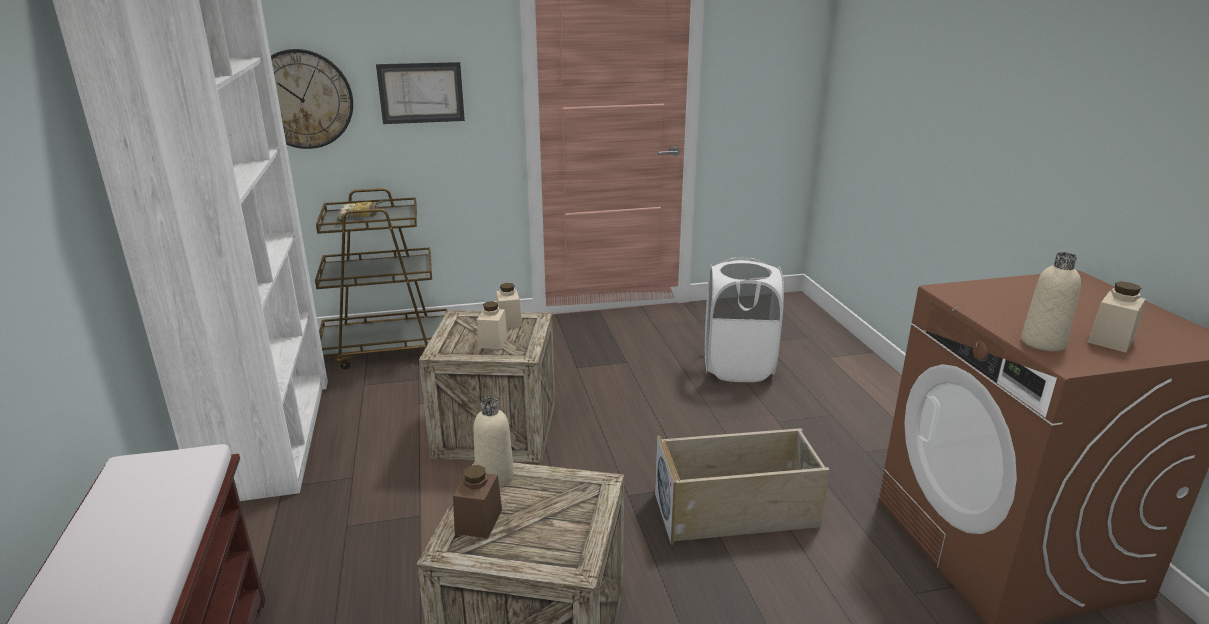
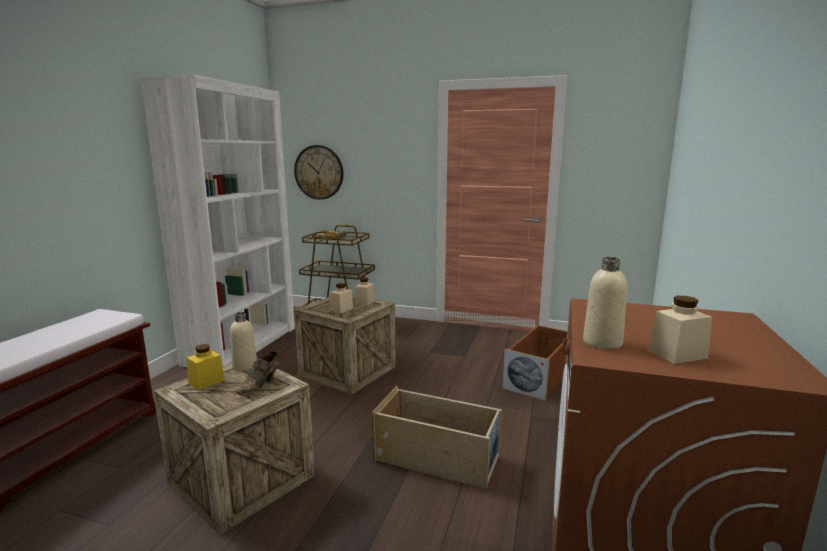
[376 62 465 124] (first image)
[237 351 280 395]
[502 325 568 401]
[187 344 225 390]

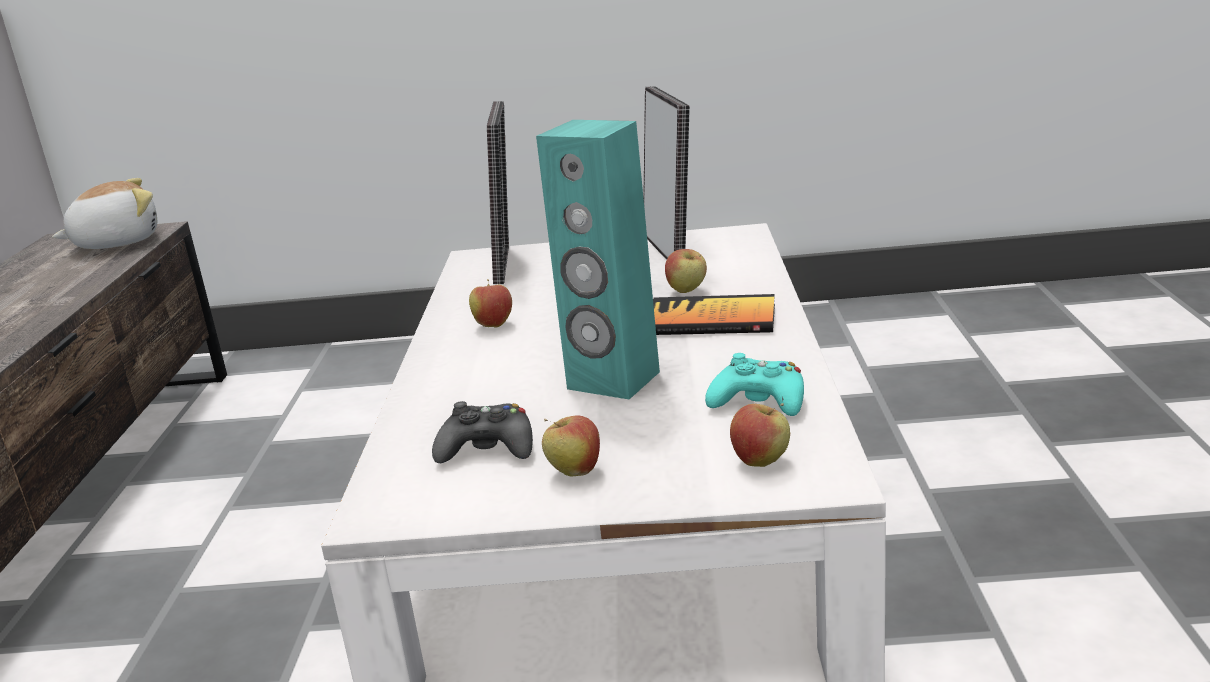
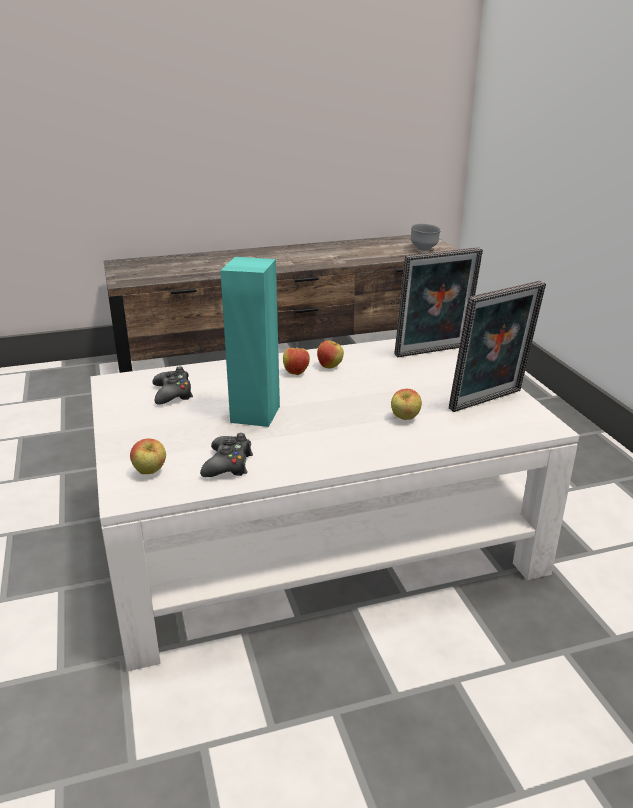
[653 294 775 335] (first image)
[283 344 310 375]
[411 224 441 251]
[200 433 253 477]

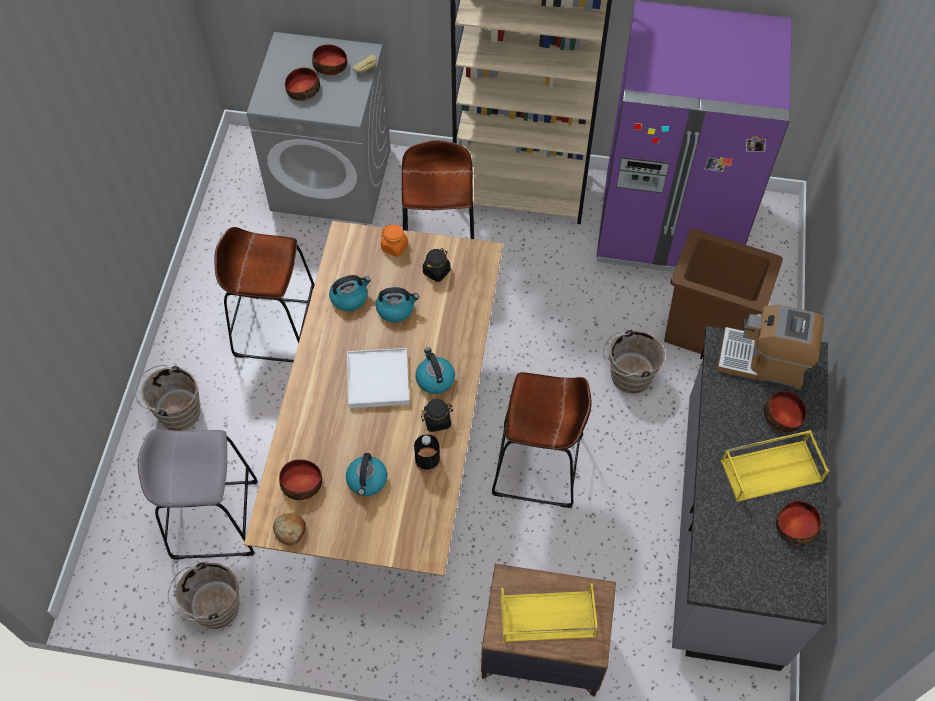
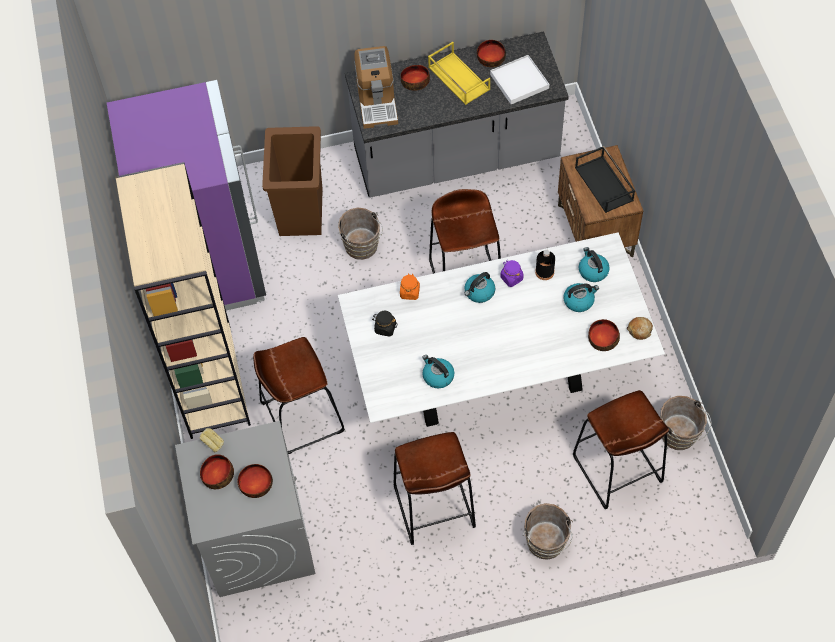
[490 55 549 104]
[579 247 610 282]
[400 273 420 300]
[573 390 669 509]
[338 232 665 427]
[500 260 524 287]
[575 146 635 213]

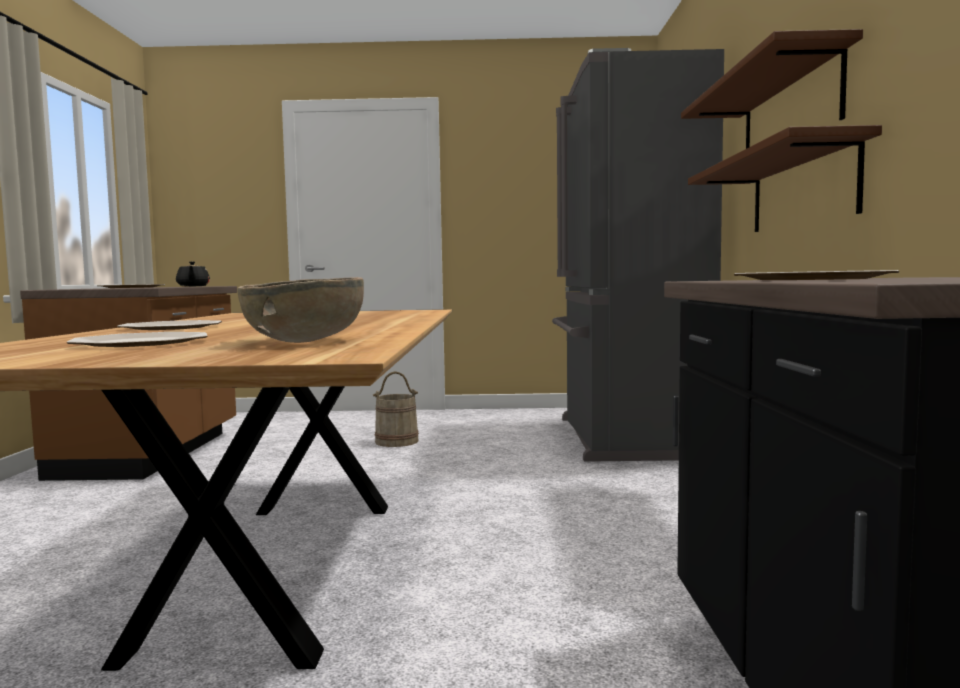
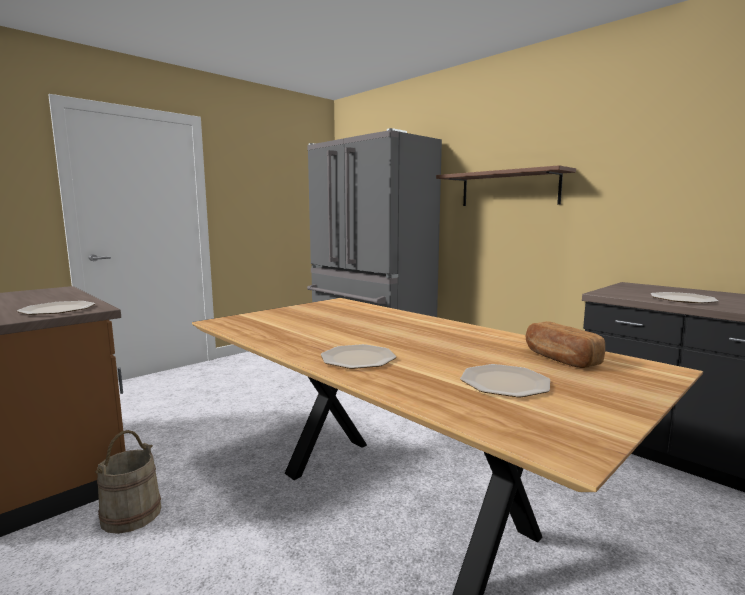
[176 261 210 286] (first image)
[688 125 882 232] (first image)
[95 430 161 534]
[526 321 605 368]

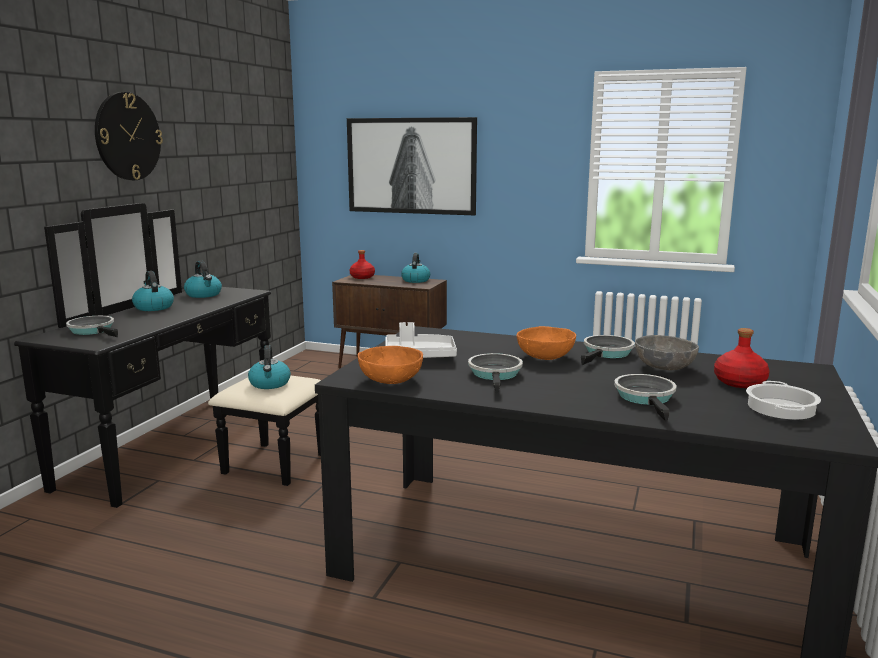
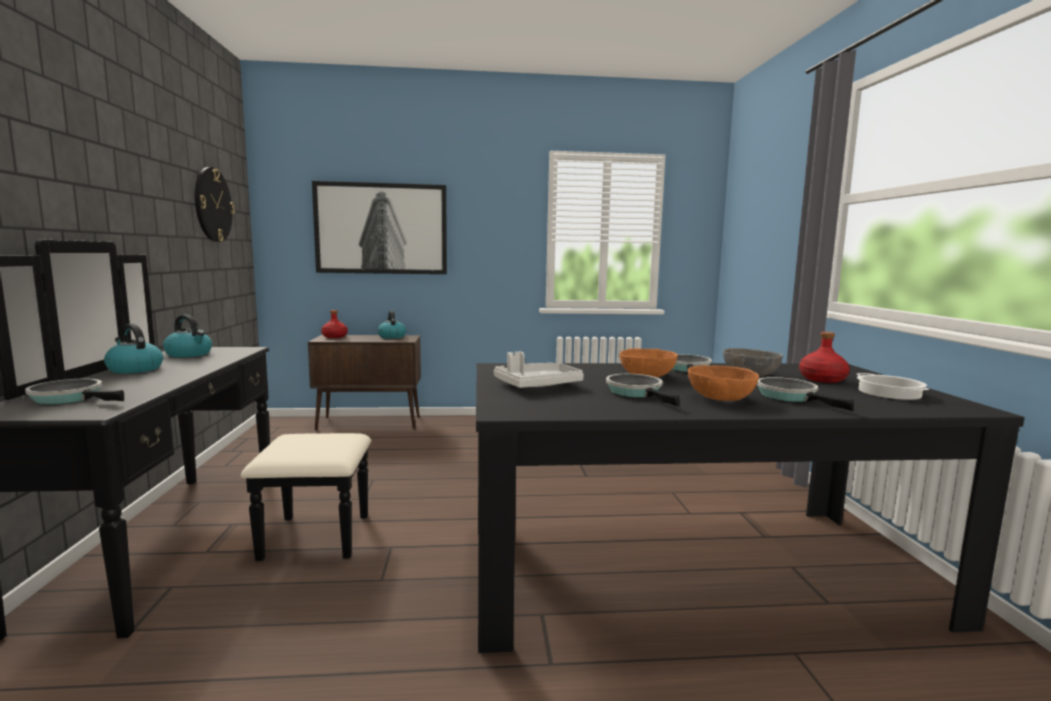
[248 345 291 389] (first image)
[195 167 235 242]
[688 365 759 401]

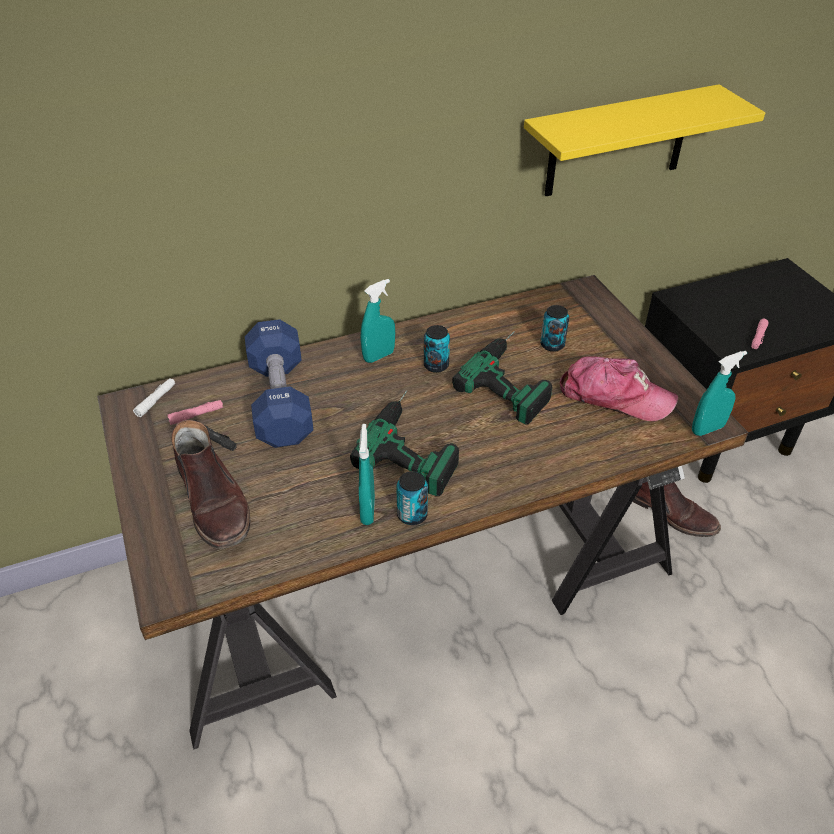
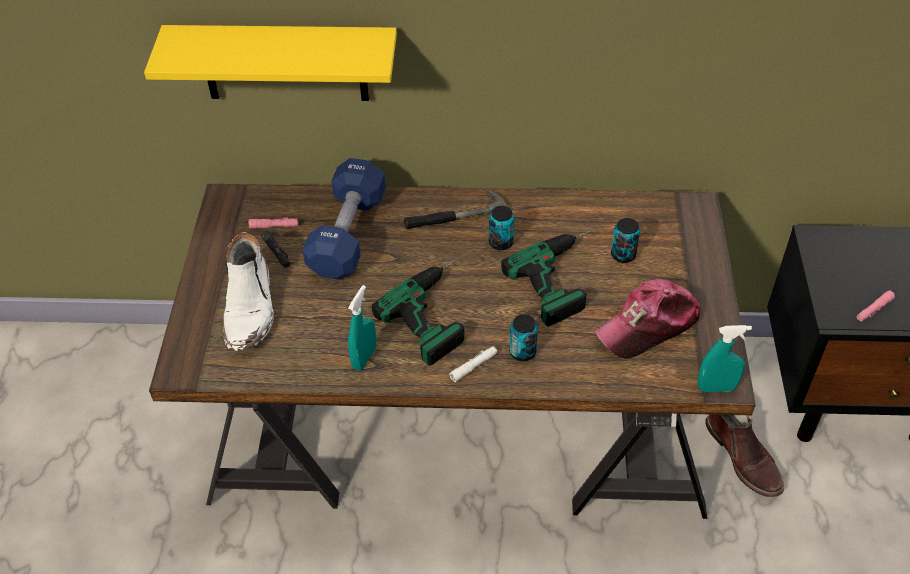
[449 346 497 382]
[509 314 538 361]
[144 25 397 101]
[404 190 507 229]
[223 232 274 351]
[595 279 701 359]

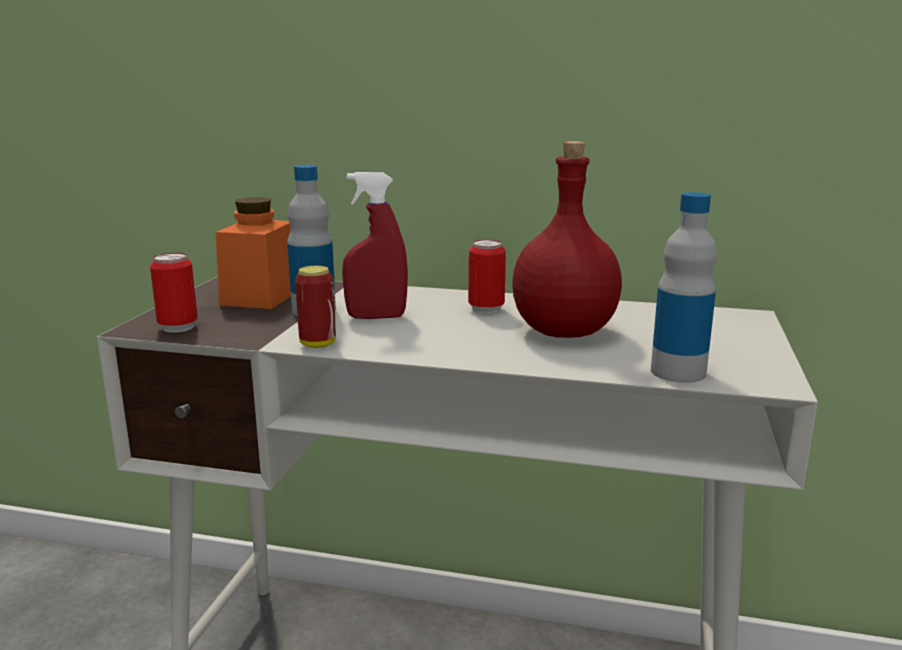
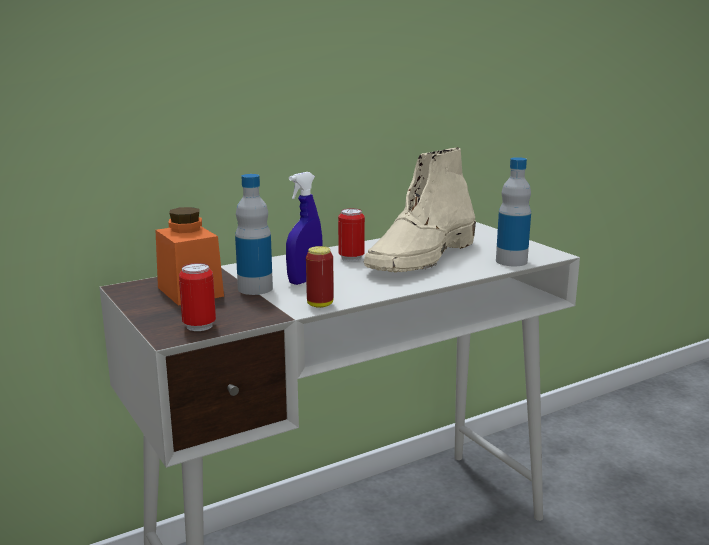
[364 148 476 273]
[286 172 323 285]

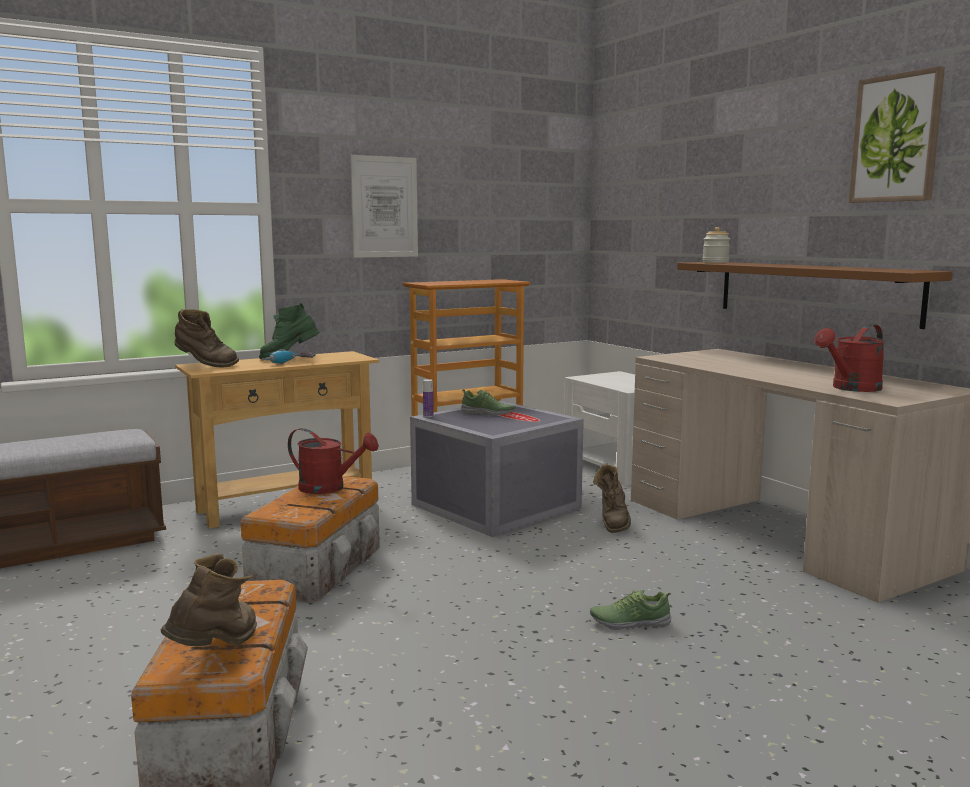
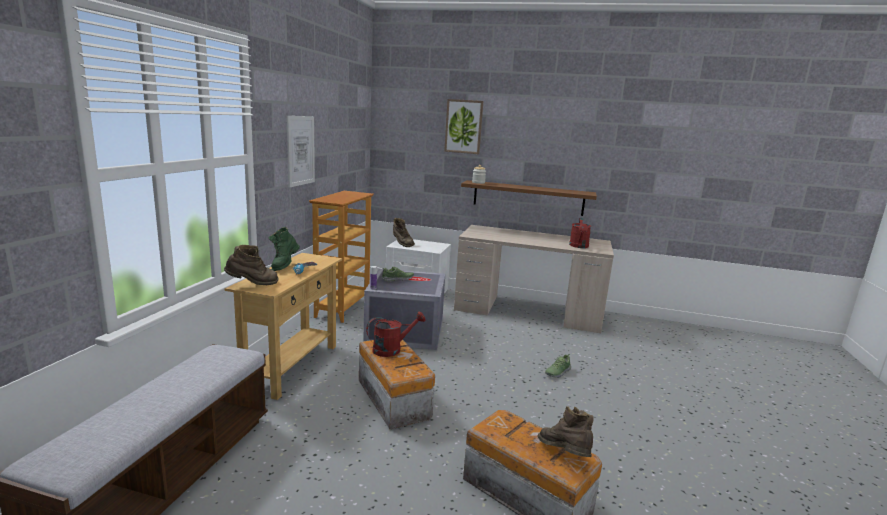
[393 218 415 247]
[444 99 483 154]

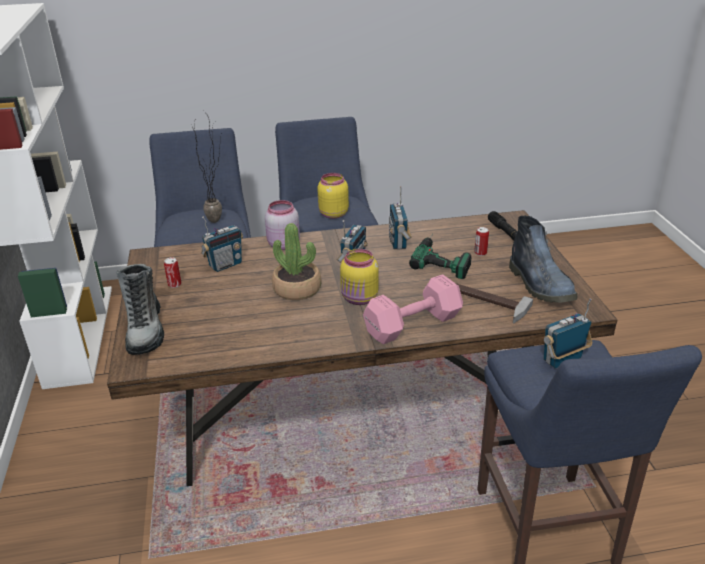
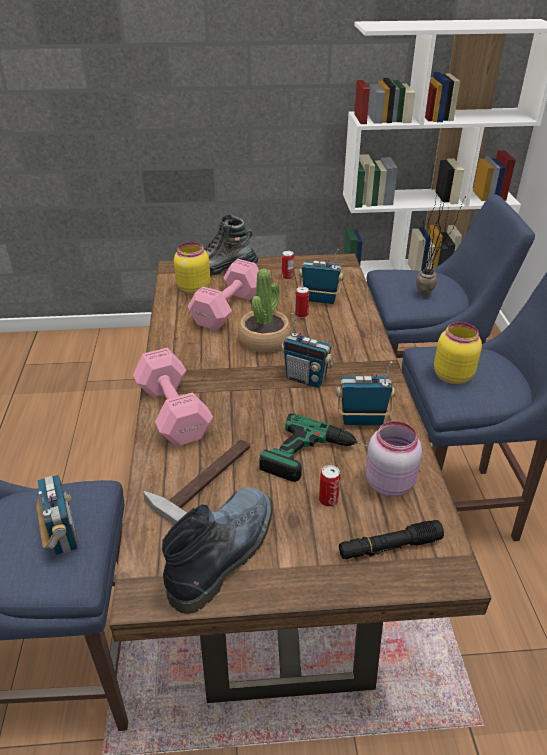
[188 259 259 331]
[295 287 309 318]
[365 421 422 497]
[174 242 210 295]
[299 249 344 304]
[162 487 273 614]

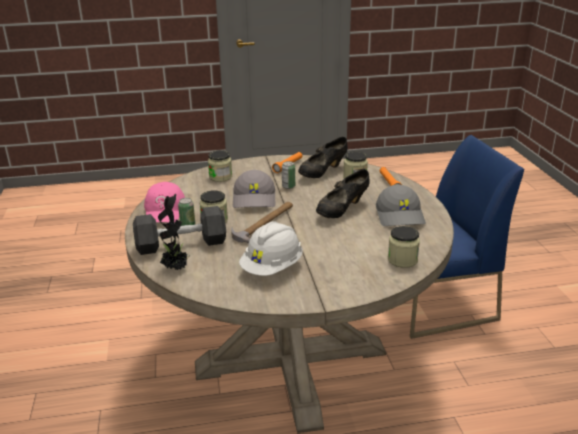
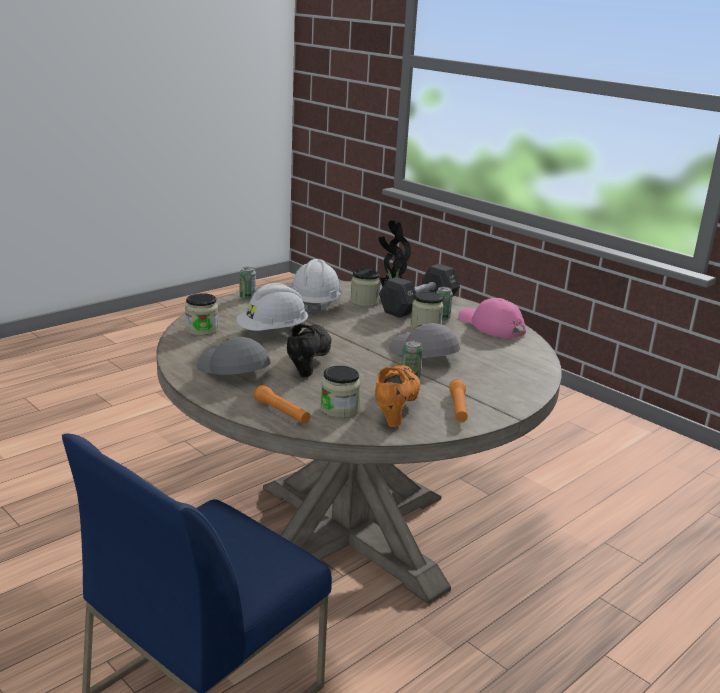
[231 202 293 244] (first image)
[236 283 308 331]
[240 267 256 300]
[350 269 380 307]
[375 365 420 427]

